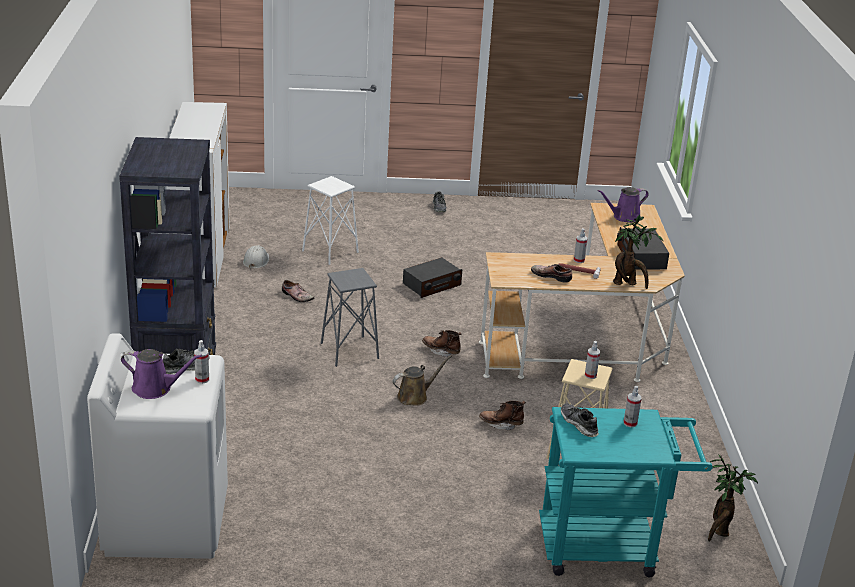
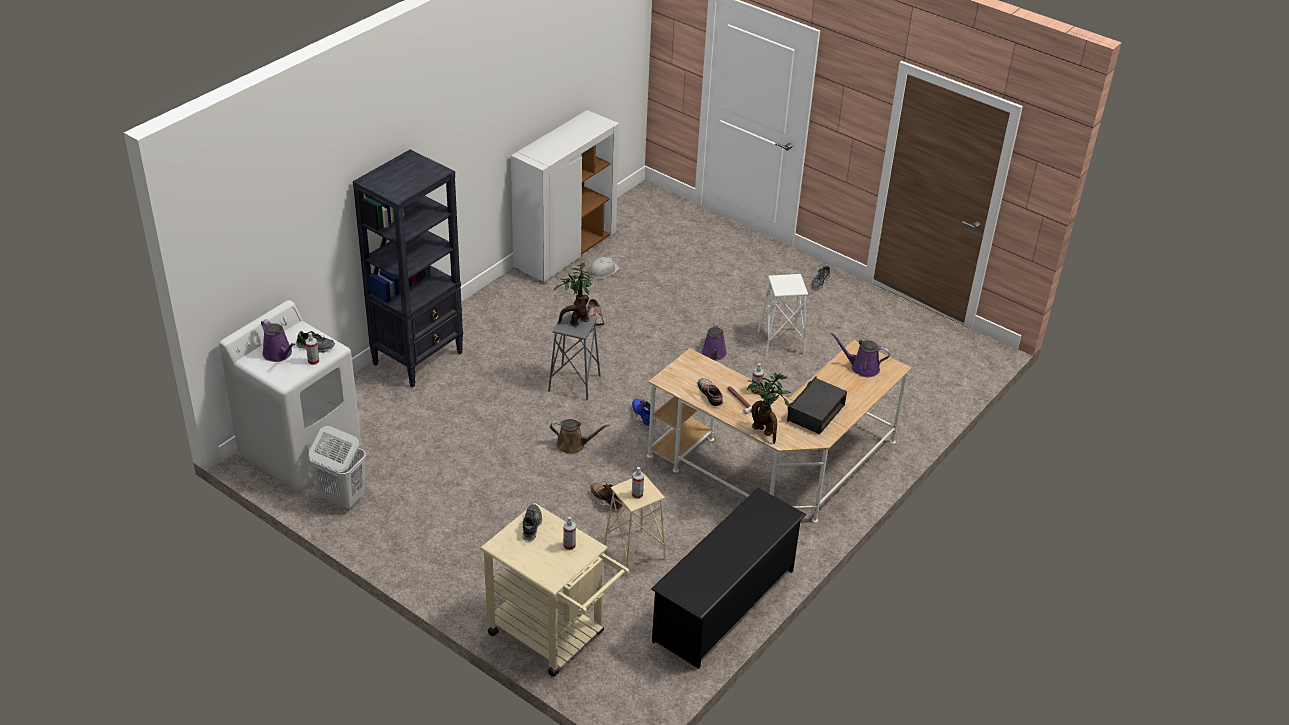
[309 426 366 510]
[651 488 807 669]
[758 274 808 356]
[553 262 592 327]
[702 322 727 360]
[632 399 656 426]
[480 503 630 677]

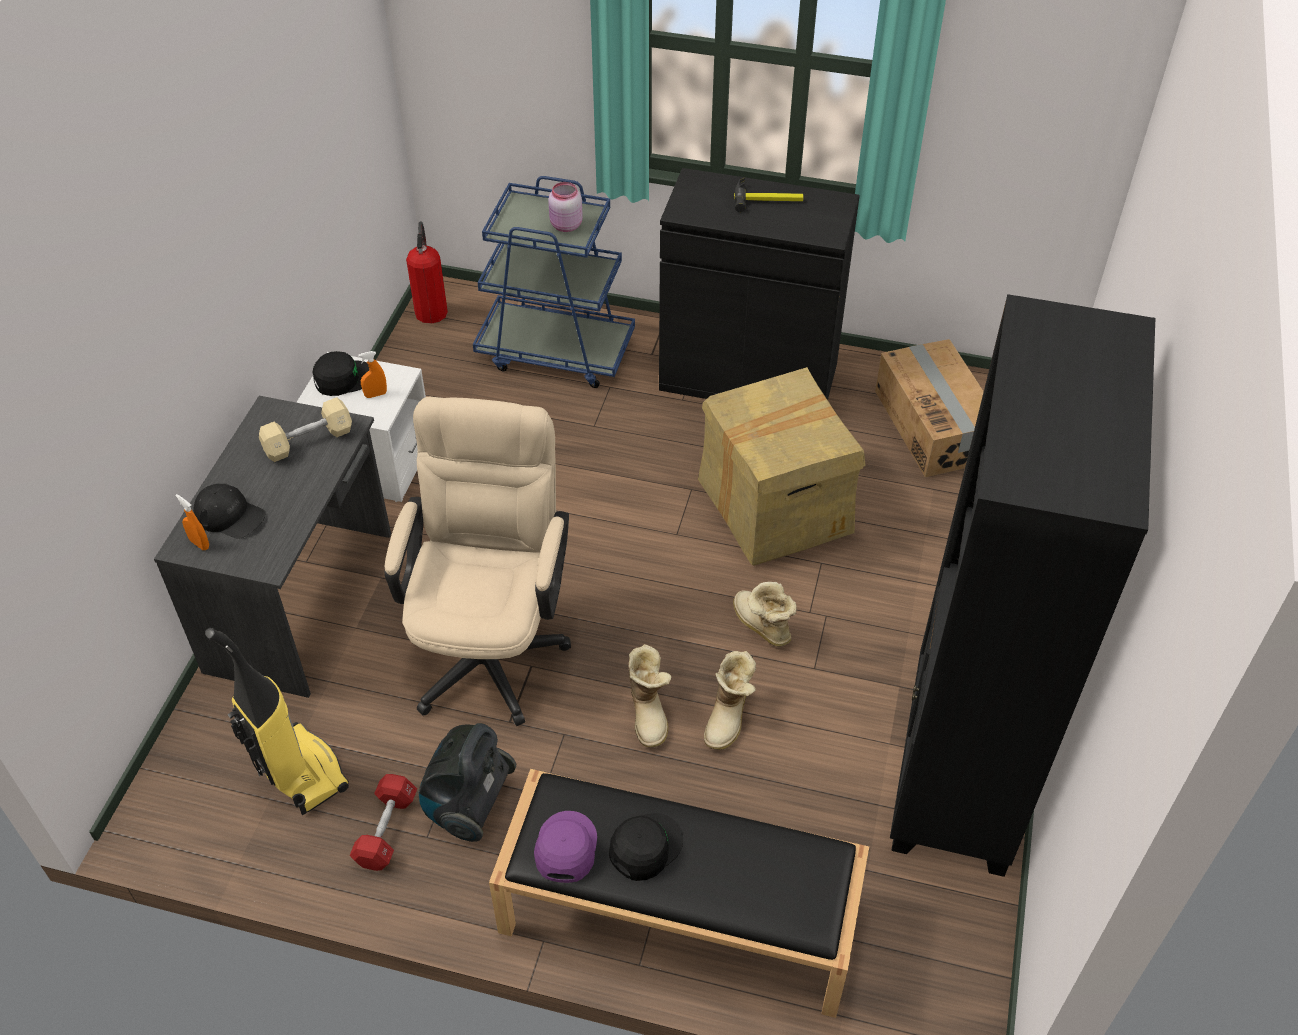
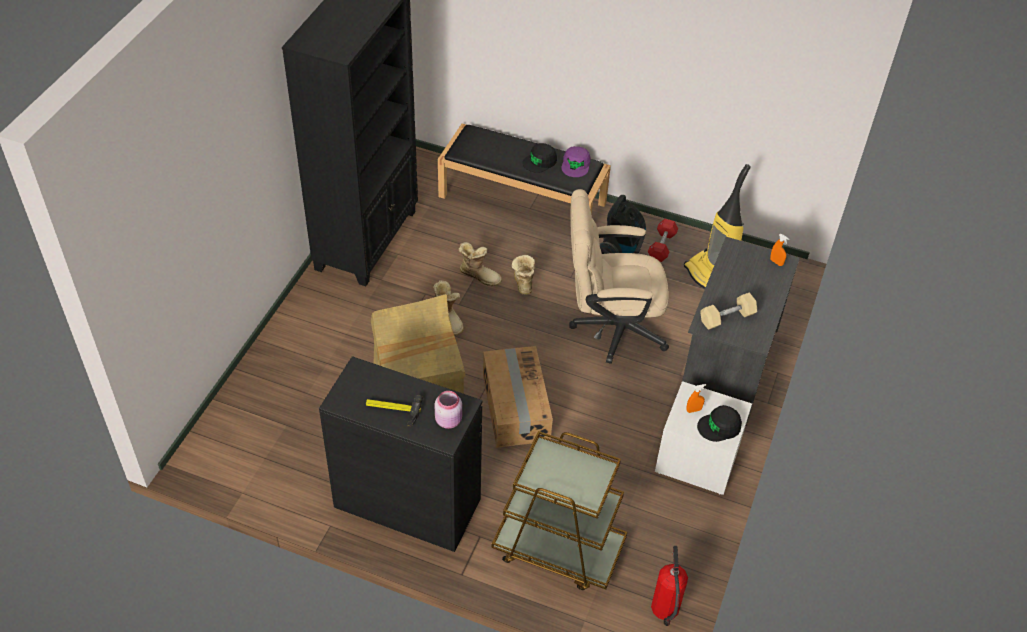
[193 484 266 539] (first image)
[434 391 462 429]
[483 346 553 447]
[492 431 627 590]
[569 189 669 364]
[458 242 502 286]

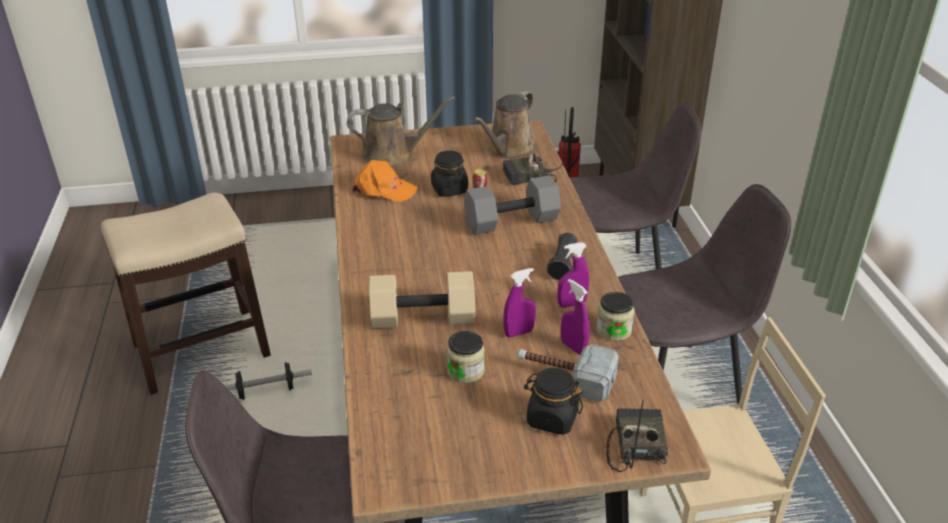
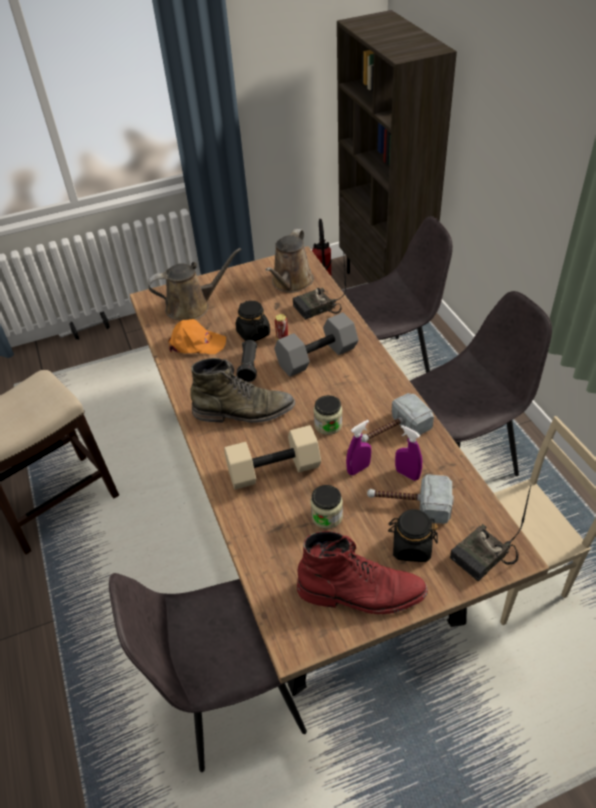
[190 358 295 423]
[297 531 428 614]
[59 312 120 340]
[236 340 257 382]
[314 395 343 435]
[361 393 434 442]
[450 485 531 581]

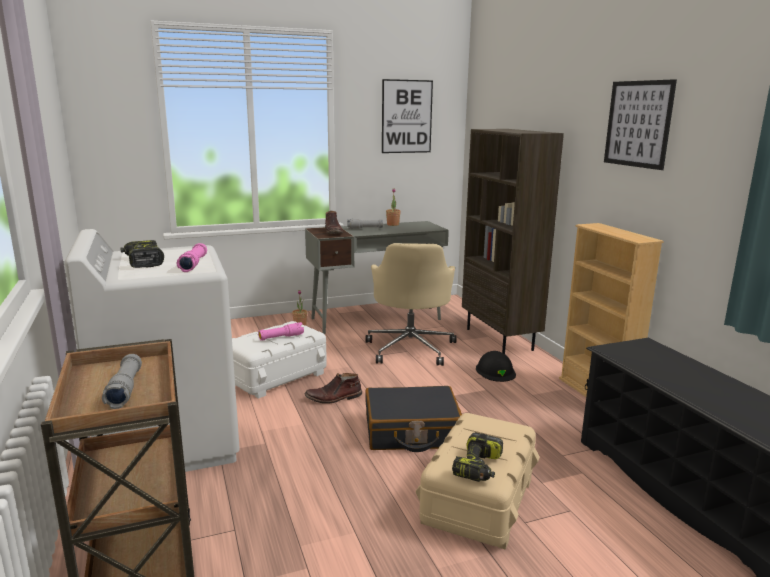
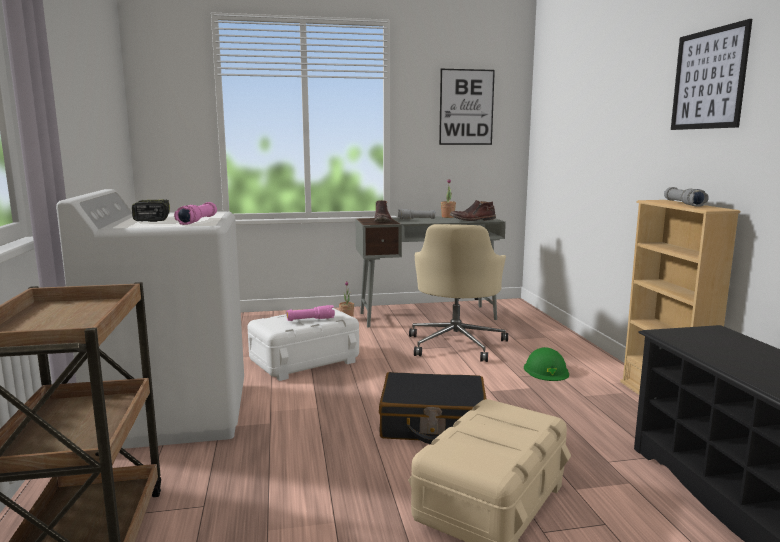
[452 432 503 482] (first image)
[462 129 564 354] (first image)
[664 187 709 207]
[450 200 496 221]
[524 347 569 381]

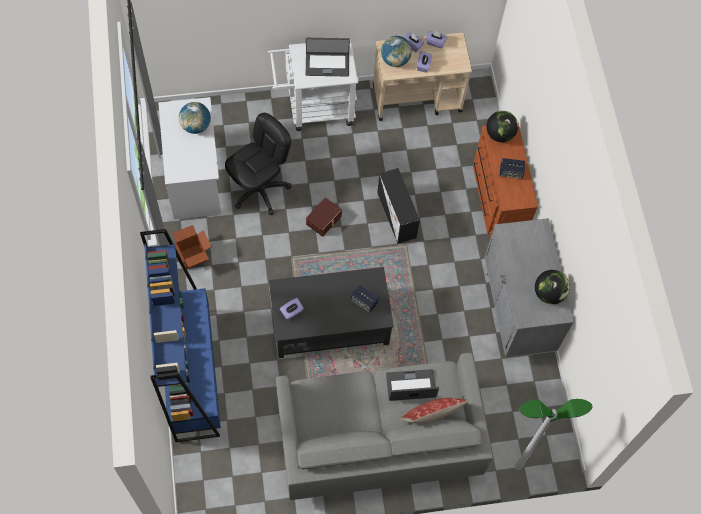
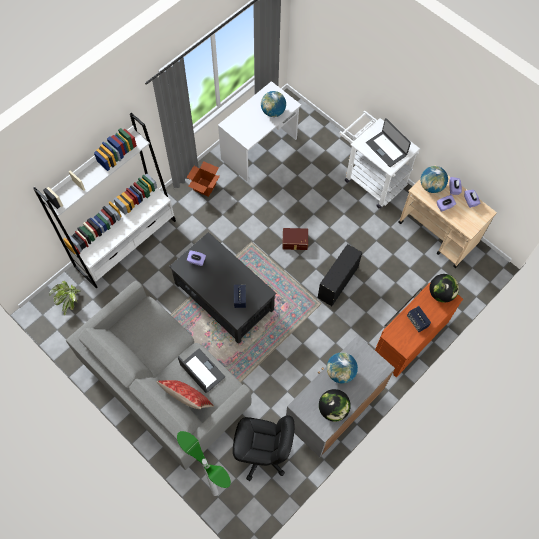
[49 281 80 315]
[327 352 358 384]
[233 415 294 481]
[33 113 176 289]

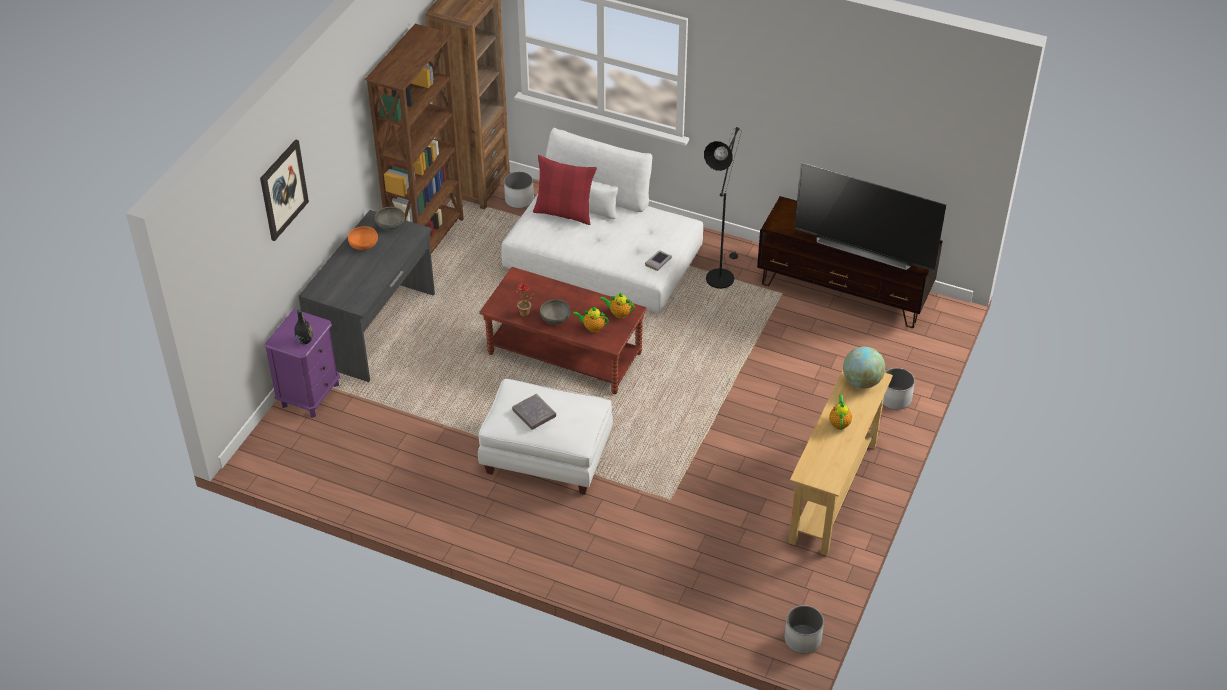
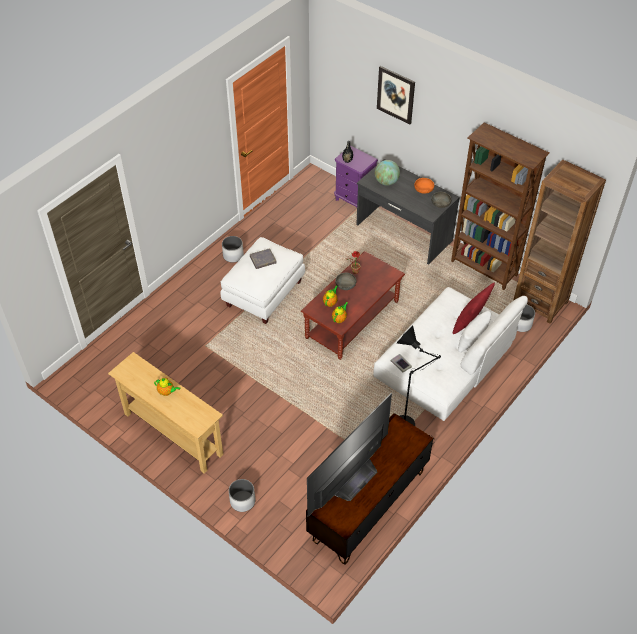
[222 236 244 263]
[375 160 400 186]

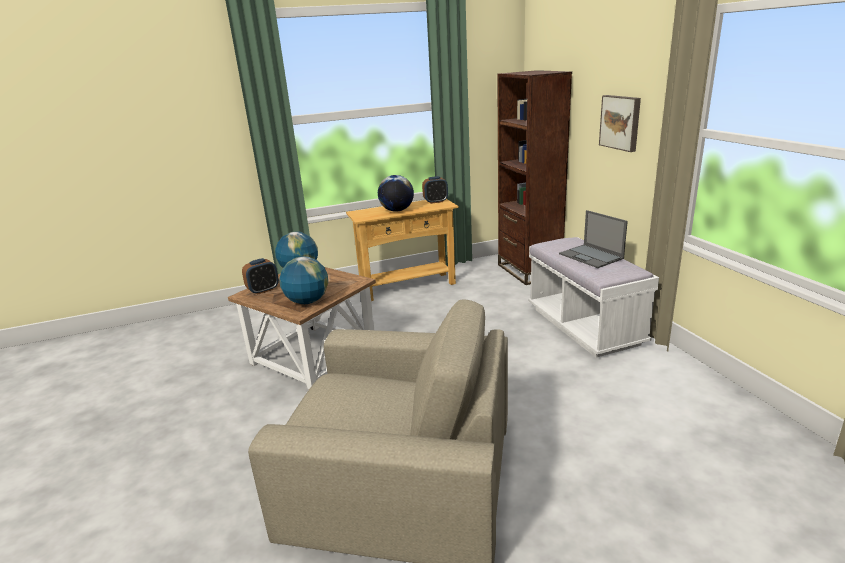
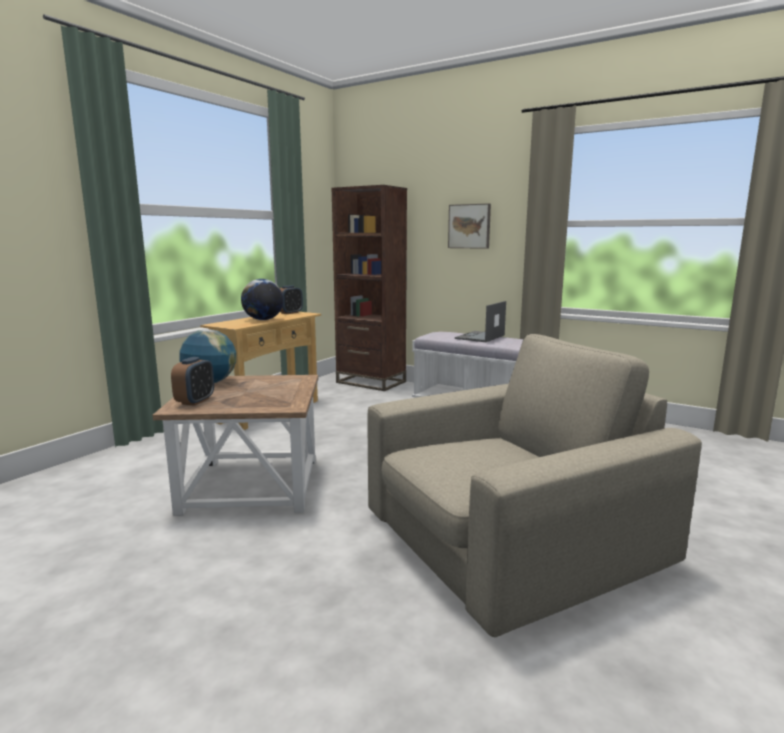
[279 256 328 304] (first image)
[455 301 506 342]

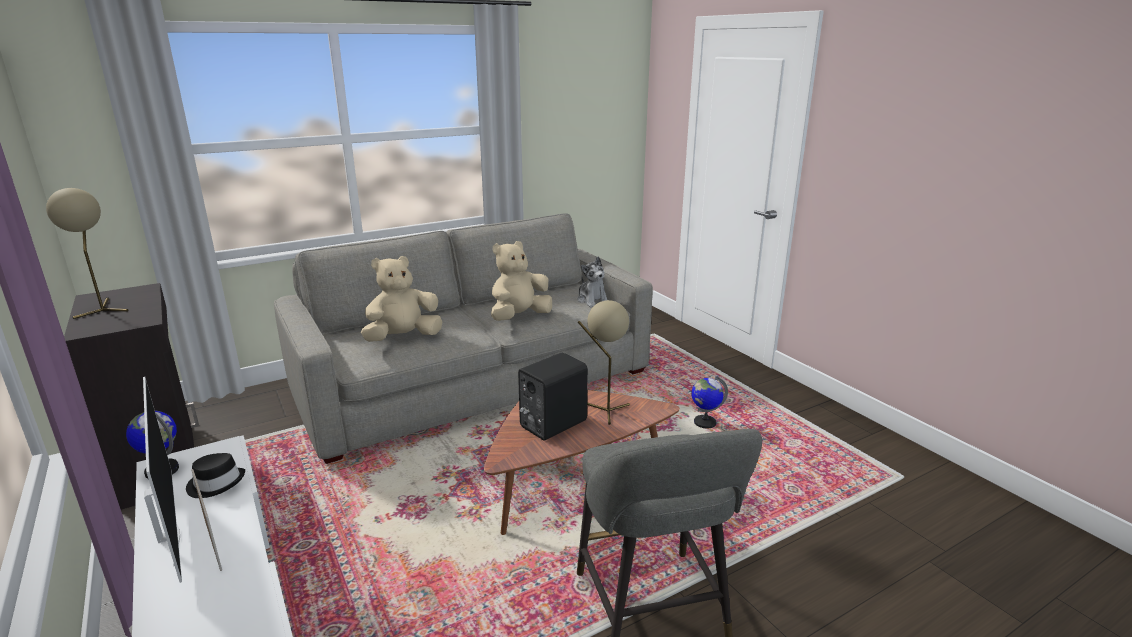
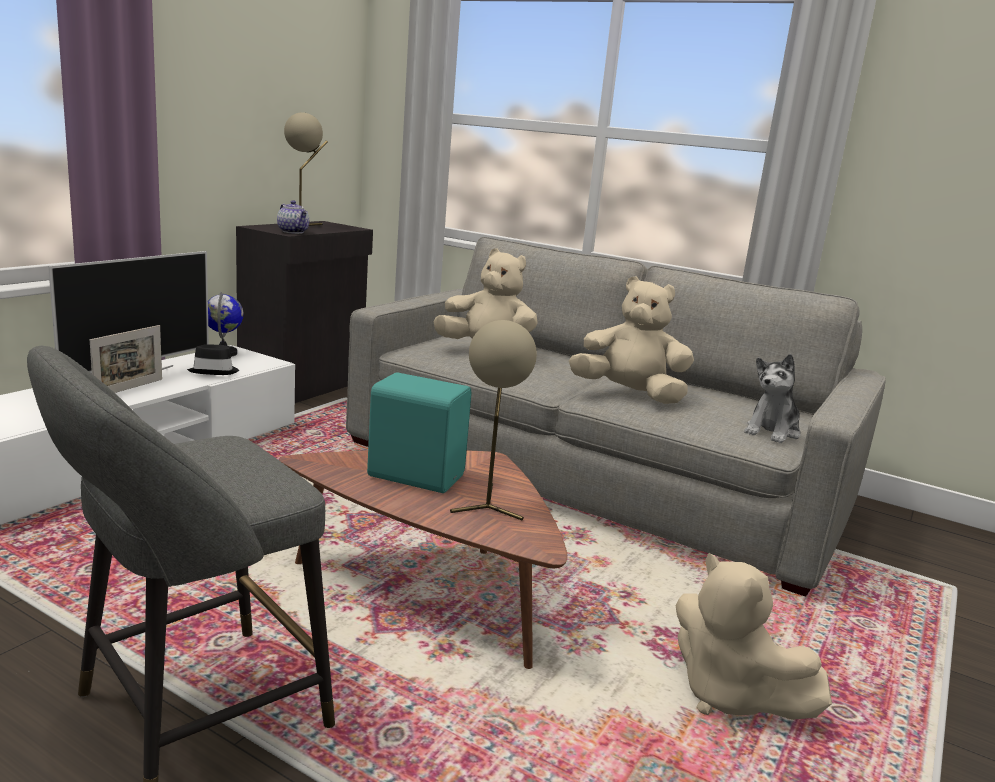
[277 200 309 234]
[676 553 832 720]
[367 372 471 493]

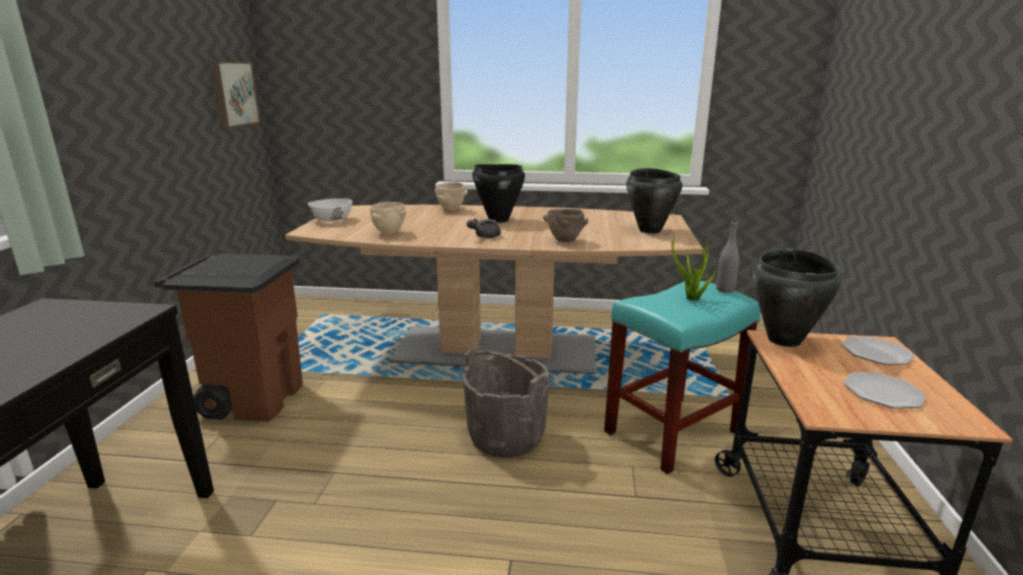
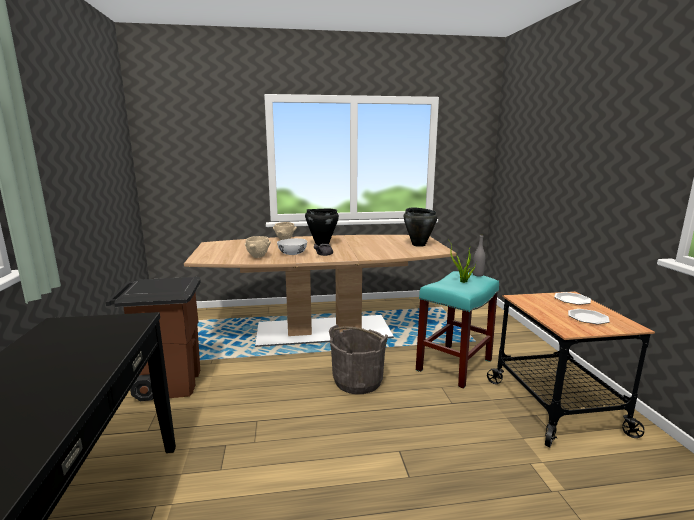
[211 62 261 128] (first image)
[543 209 588 242] (first image)
[753 248 841 347] (first image)
[277 238 307 255]

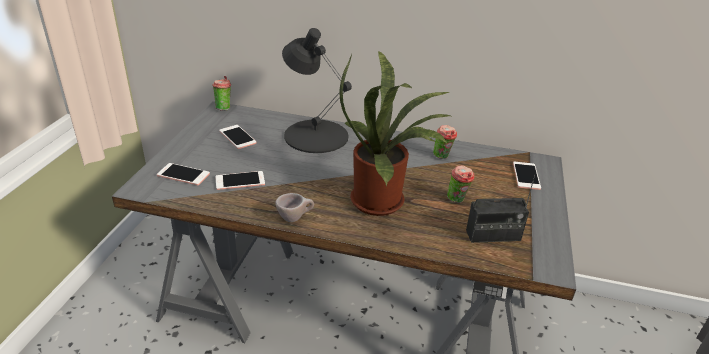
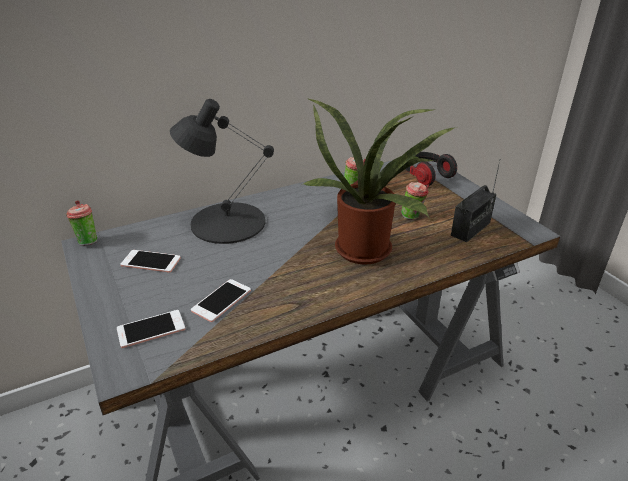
[275 193 314 222] (first image)
[405 152 457 186]

